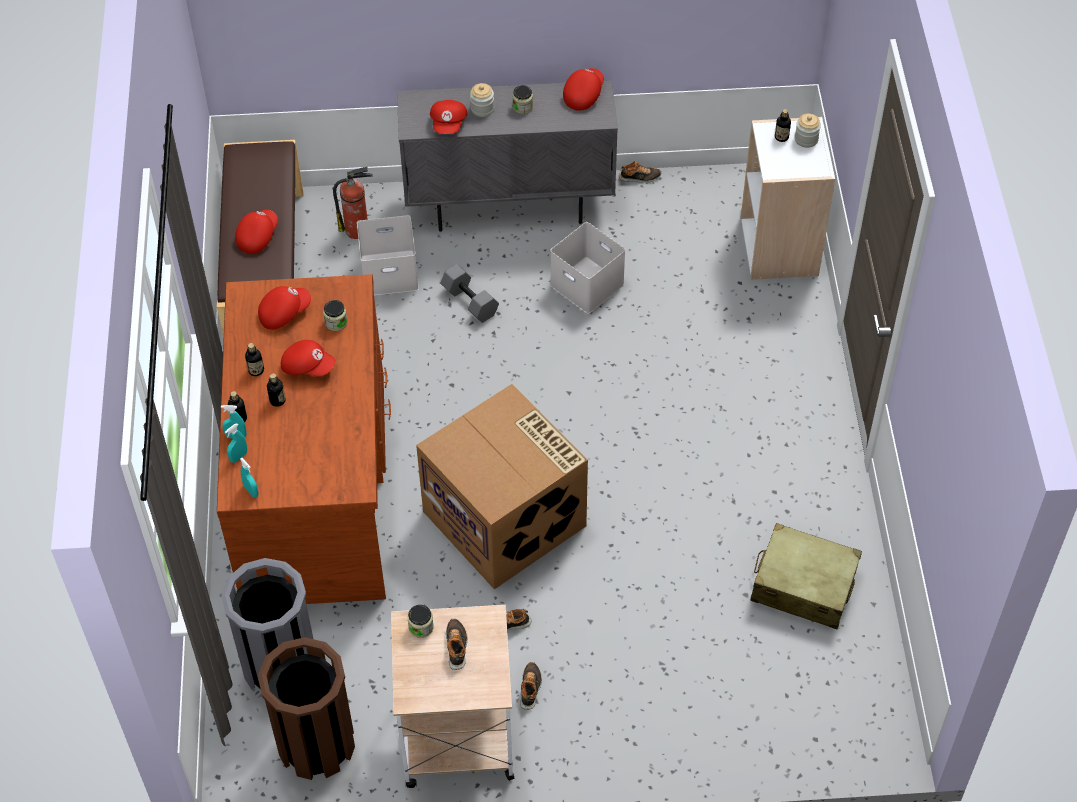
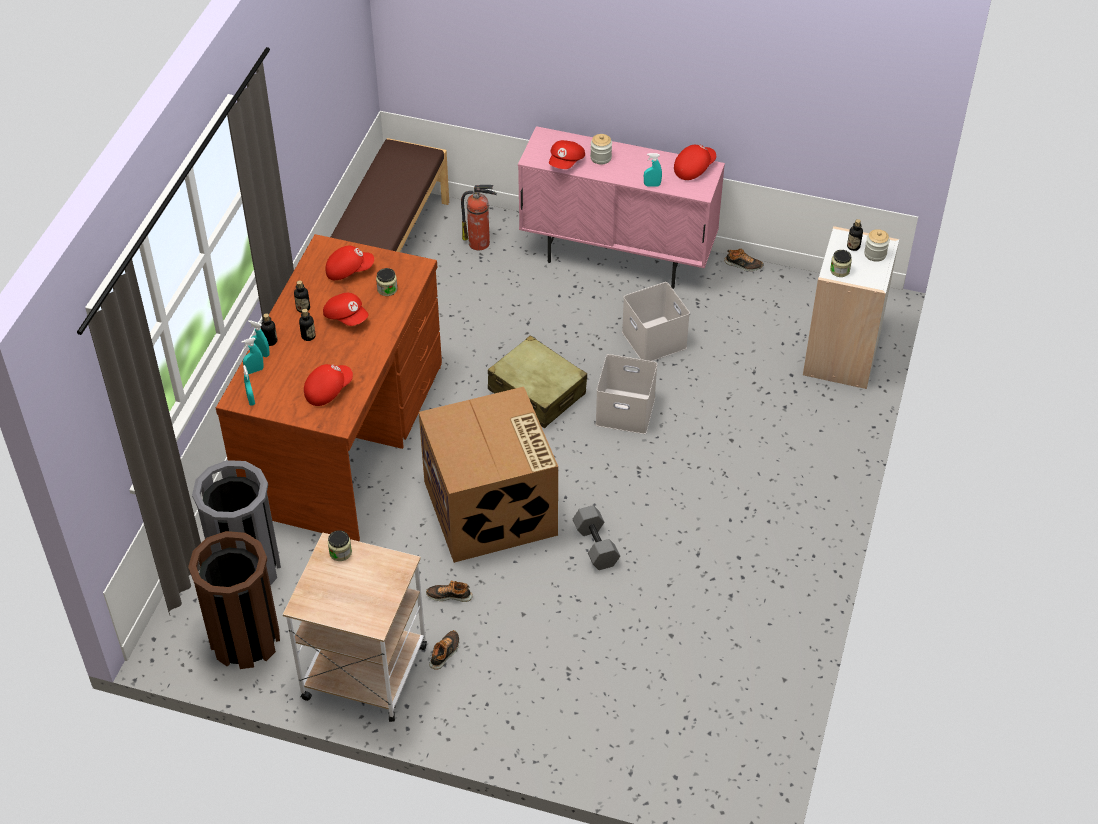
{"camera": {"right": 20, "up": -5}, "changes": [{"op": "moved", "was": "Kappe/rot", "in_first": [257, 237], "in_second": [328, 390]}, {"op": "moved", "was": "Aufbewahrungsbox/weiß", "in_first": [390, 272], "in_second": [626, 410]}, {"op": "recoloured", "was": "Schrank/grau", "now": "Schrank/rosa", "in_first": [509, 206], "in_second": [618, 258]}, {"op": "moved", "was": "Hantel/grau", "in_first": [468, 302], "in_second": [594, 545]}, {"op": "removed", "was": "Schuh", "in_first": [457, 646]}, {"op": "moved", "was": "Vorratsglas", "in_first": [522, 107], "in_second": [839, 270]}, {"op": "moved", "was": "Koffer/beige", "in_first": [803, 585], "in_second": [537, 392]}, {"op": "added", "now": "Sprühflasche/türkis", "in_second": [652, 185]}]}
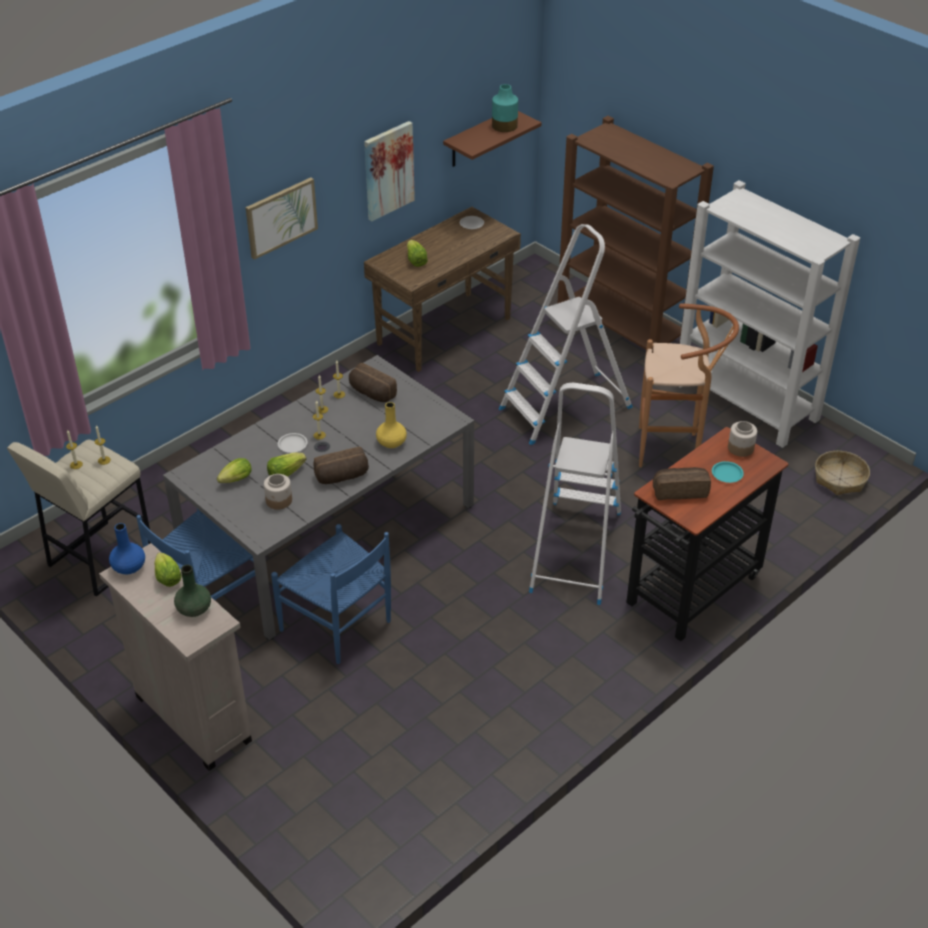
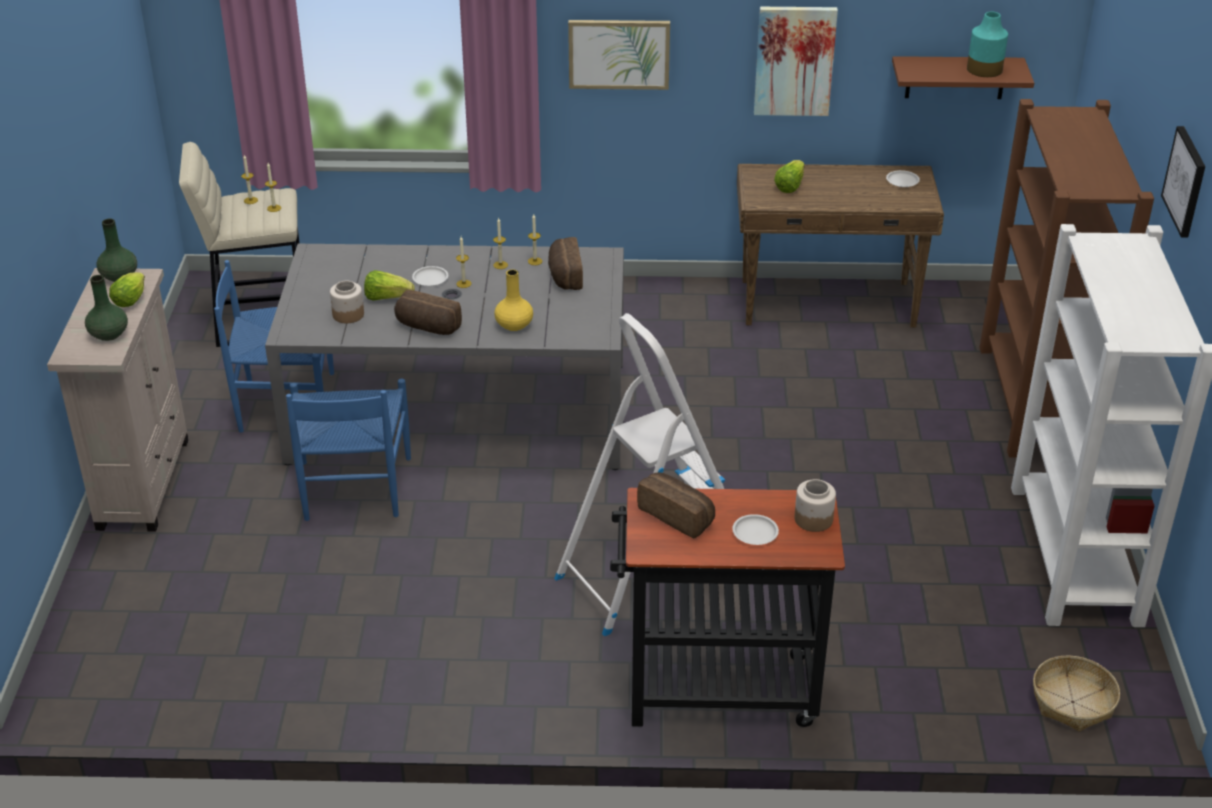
{"camera": {"right": 45, "up": -5}, "changes": [{"op": "recoloured", "was": "Vase/blau", "now": "Vase/grün", "in_first": [129, 567], "in_second": [119, 276]}, {"op": "removed", "was": "Salatkopf", "in_first": [234, 480]}, {"op": "removed", "was": "Trittleiter/weiß", "in_first": [564, 408]}, {"op": "removed", "was": "Hocker/braun", "in_first": [675, 449]}, {"op": "recoloured", "was": "Teller/türkis", "now": "Teller/weiß", "in_first": [727, 474], "in_second": [755, 533]}, {"op": "added", "now": "Bild", "in_second": [1186, 181]}]}
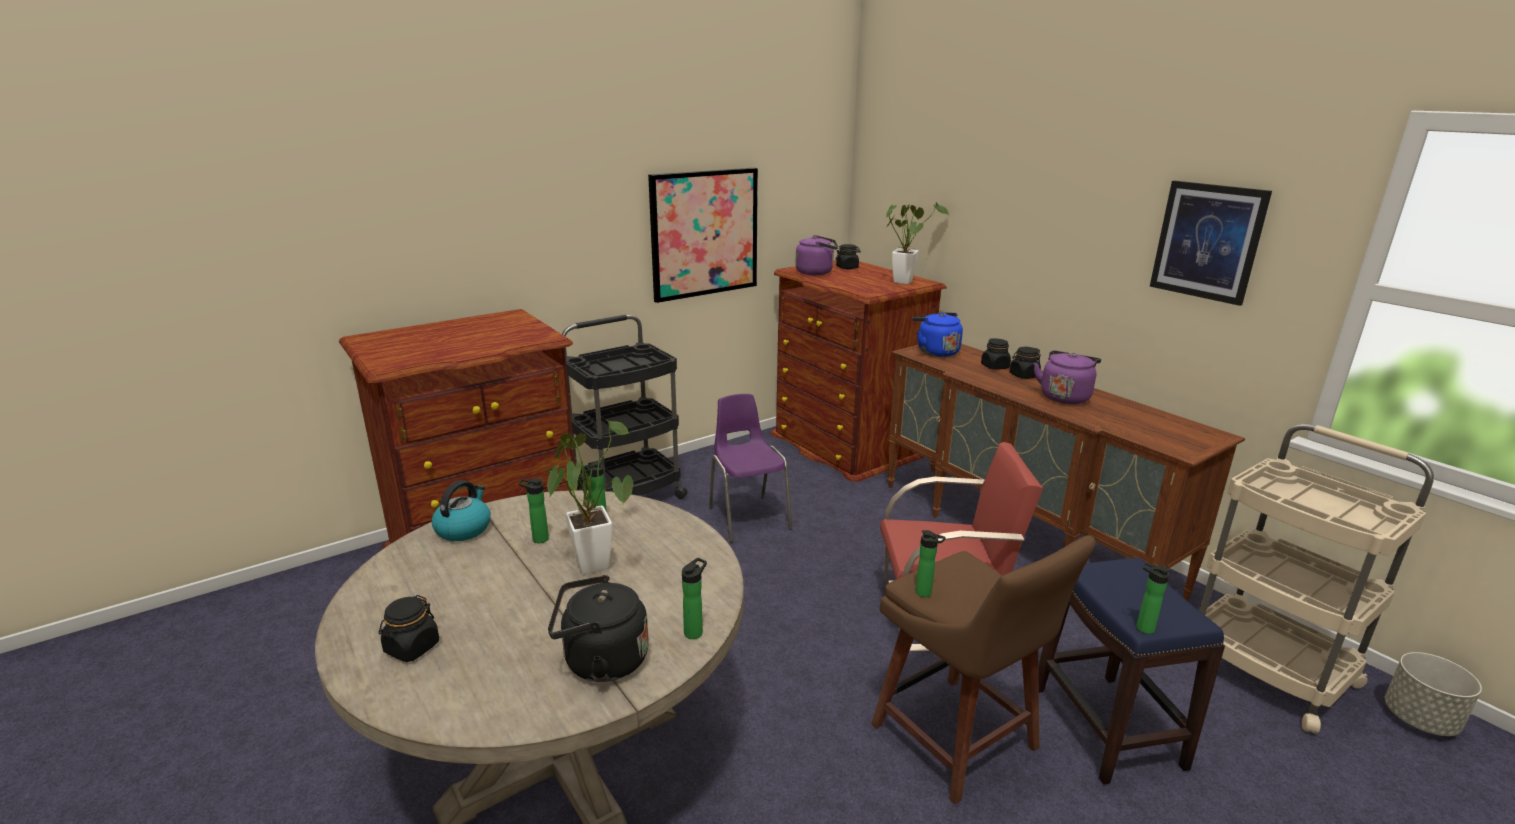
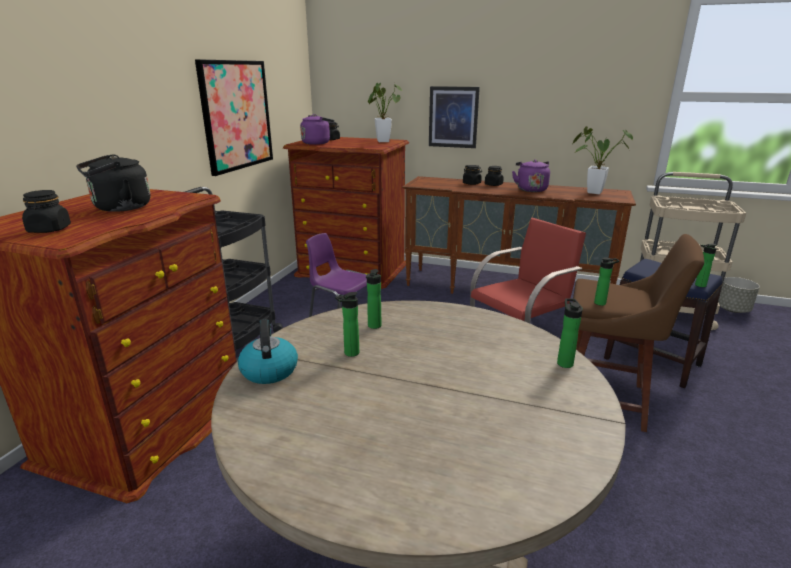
{"camera": {"right": -35, "up": 0}, "changes": [{"op": "moved", "was": "Vorratsglas/schwarz", "in_first": [412, 648], "in_second": [49, 229]}, {"op": "moved", "was": "Topfpflanze", "in_first": [591, 560], "in_second": [590, 192]}, {"op": "moved", "was": "Wasserkessel/schwarz", "in_first": [600, 661], "in_second": [119, 208]}, {"op": "removed", "was": "Wasserkessel/blau", "in_first": [935, 351]}, {"op": "moved", "was": "Bild", "in_first": [1207, 241], "in_second": [453, 117]}]}
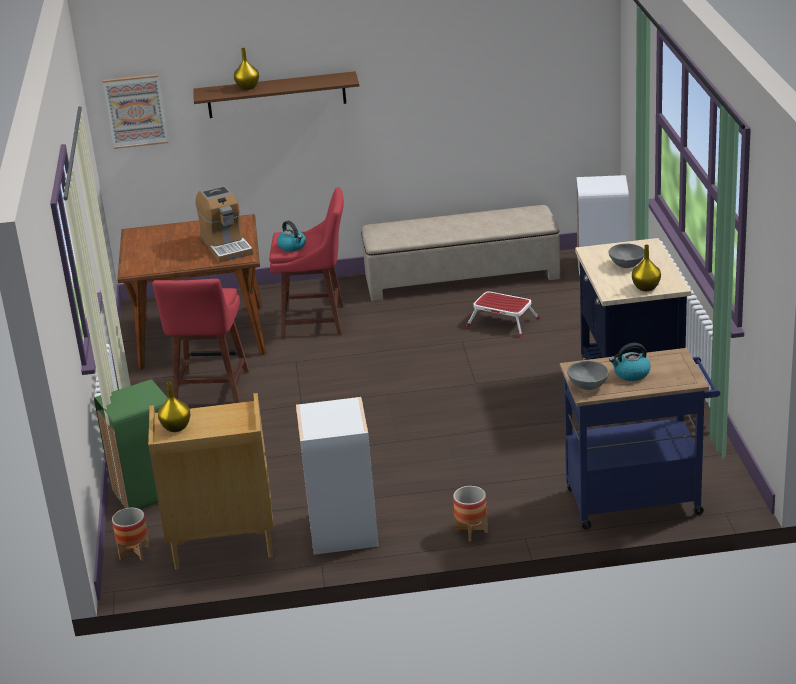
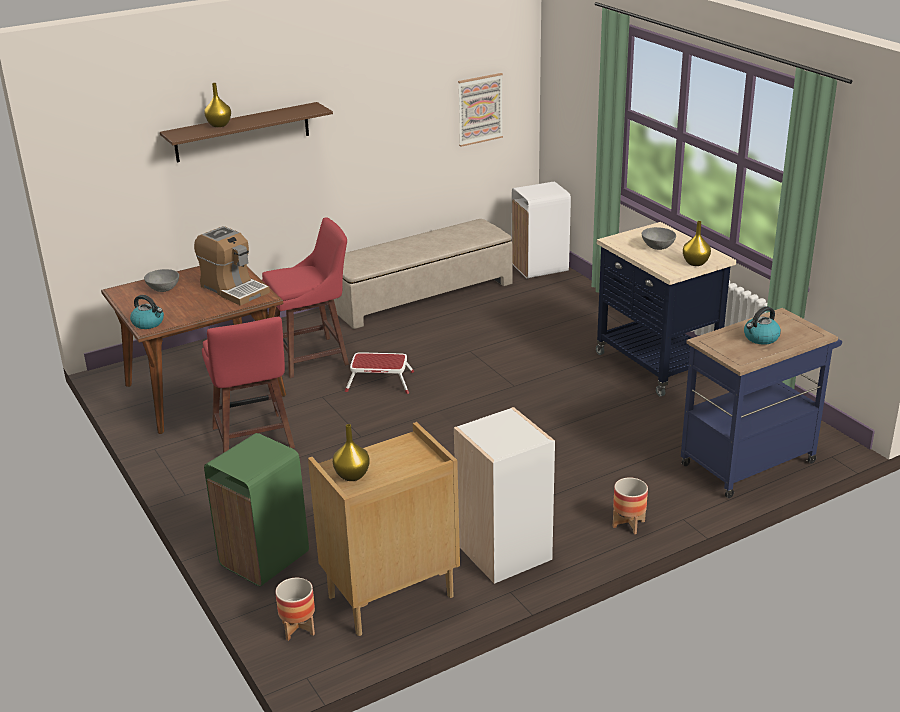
{"camera": {"right": -25, "up": 0}, "changes": [{"op": "moved", "was": "Bild", "in_first": [135, 111], "in_second": [480, 109]}, {"op": "moved", "was": "Wasserkessel", "in_first": [292, 246], "in_second": [149, 323]}, {"op": "moved", "was": "Trittleiter/rot", "in_first": [502, 322], "in_second": [380, 381]}, {"op": "moved", "was": "Schüssel/grau", "in_first": [588, 385], "in_second": [163, 289]}]}
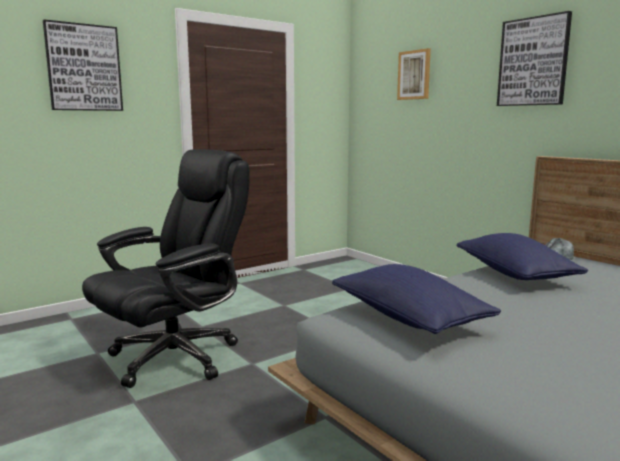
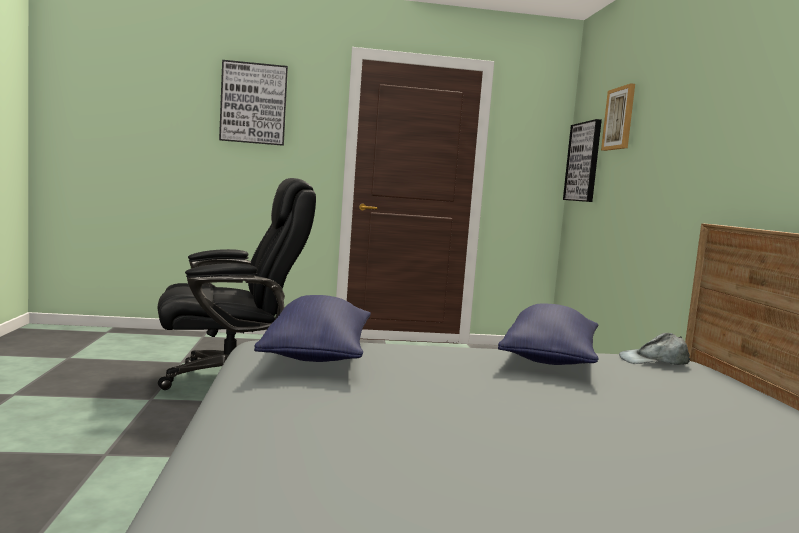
{"camera": {"right": 30, "up": -5}, "changes": [{"op": "moved", "was": "Bild", "in_first": [533, 62], "in_second": [583, 162]}]}
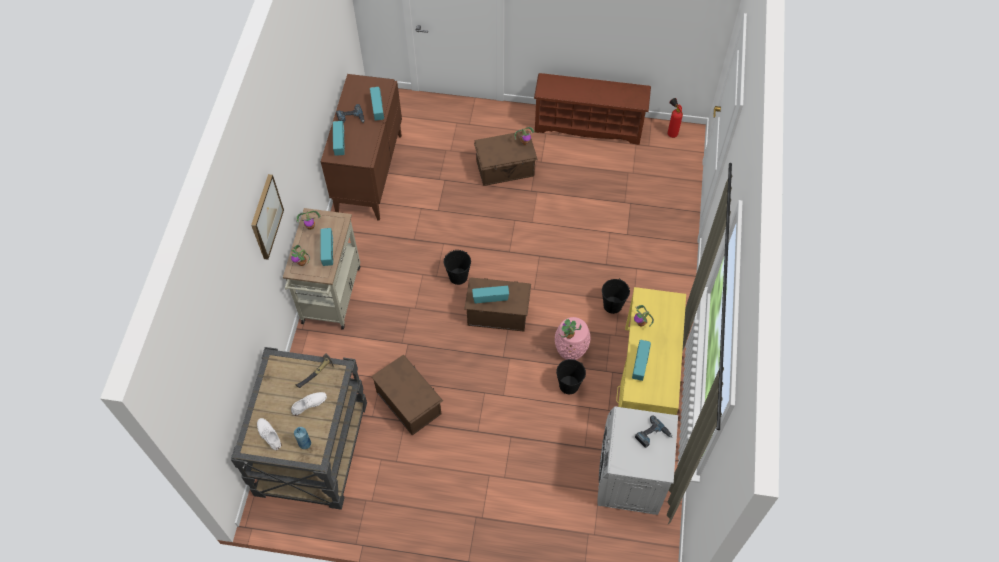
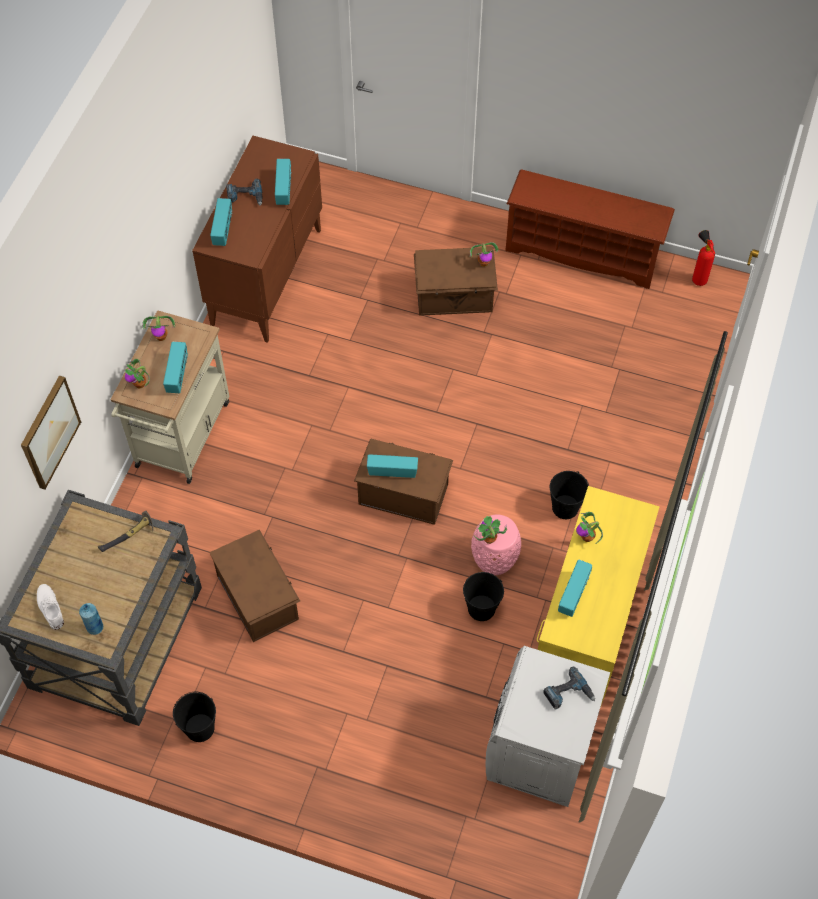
{"camera": {"right": 10, "up": 0}, "changes": [{"op": "moved", "was": "Bild", "in_first": [266, 217], "in_second": [49, 432]}, {"op": "removed", "was": "Schuh/weiß", "in_first": [309, 404]}, {"op": "moved", "was": "Eimer/schwarz", "in_first": [458, 276], "in_second": [200, 728]}]}
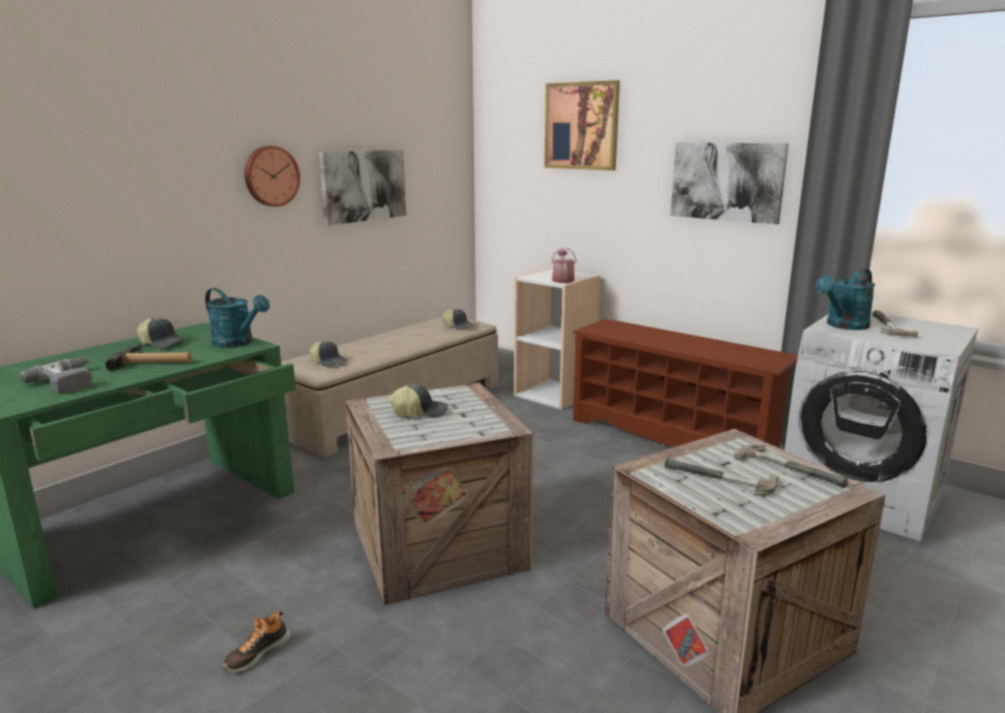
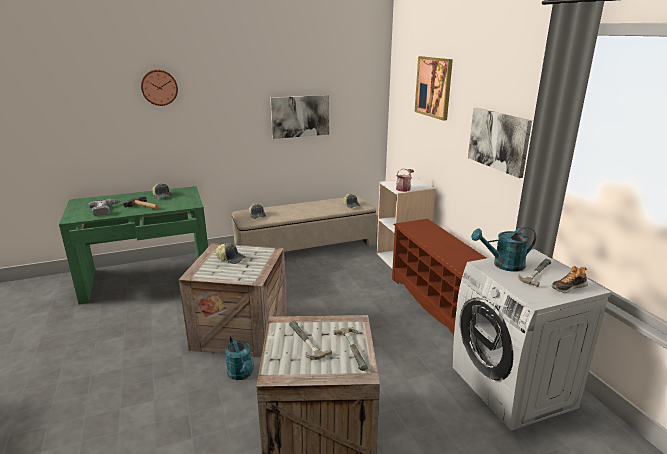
{"camera": {"right": 30, "up": 5}, "changes": [{"op": "moved", "was": "Gießkanne/türkis", "in_first": [238, 343], "in_second": [241, 374]}, {"op": "moved", "was": "Schuh", "in_first": [257, 653], "in_second": [568, 287]}, {"op": "moved", "was": "Wanduhr", "in_first": [271, 176], "in_second": [159, 87]}]}
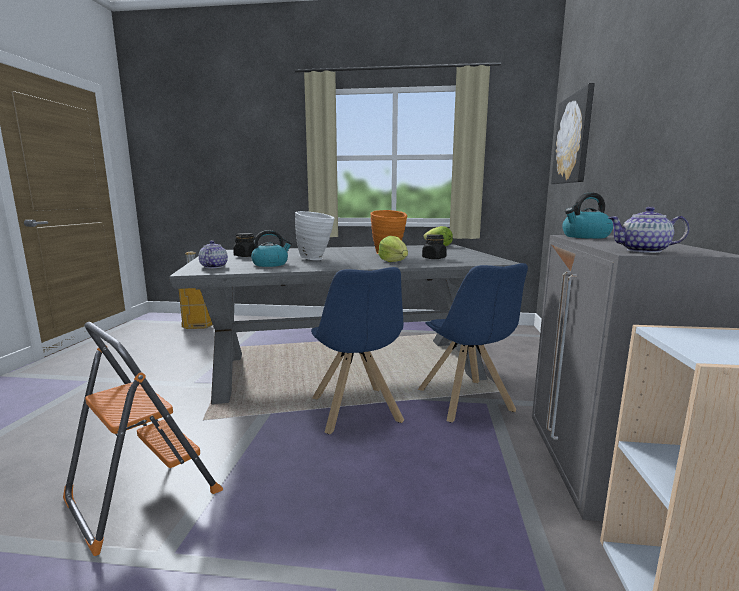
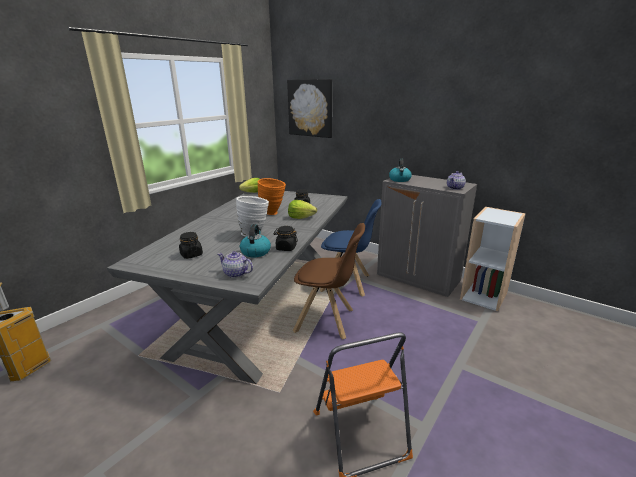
{"camera": {"right": -60, "up": 10}, "changes": [{"op": "recoloured", "was": "Stuhl/blau", "now": "Stuhl/braun", "in_first": [357, 411], "in_second": [327, 321]}, {"op": "added", "now": "Vorratsglas/schwarz", "in_second": [286, 248]}]}
